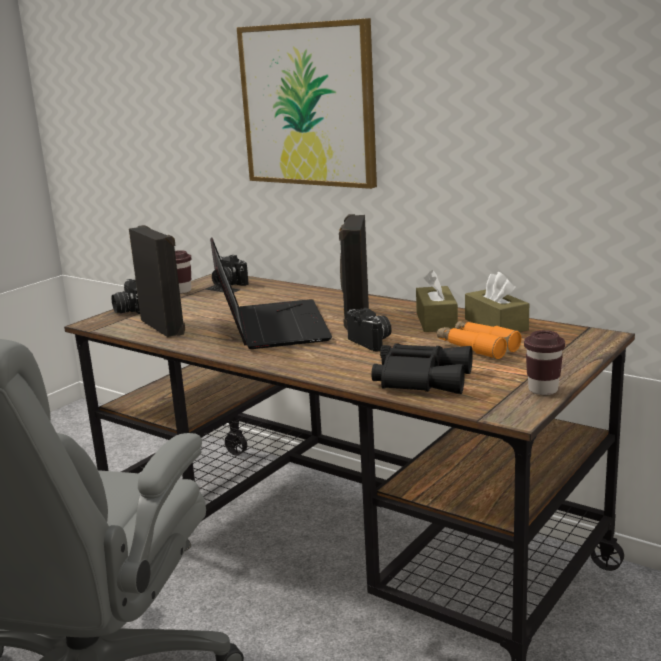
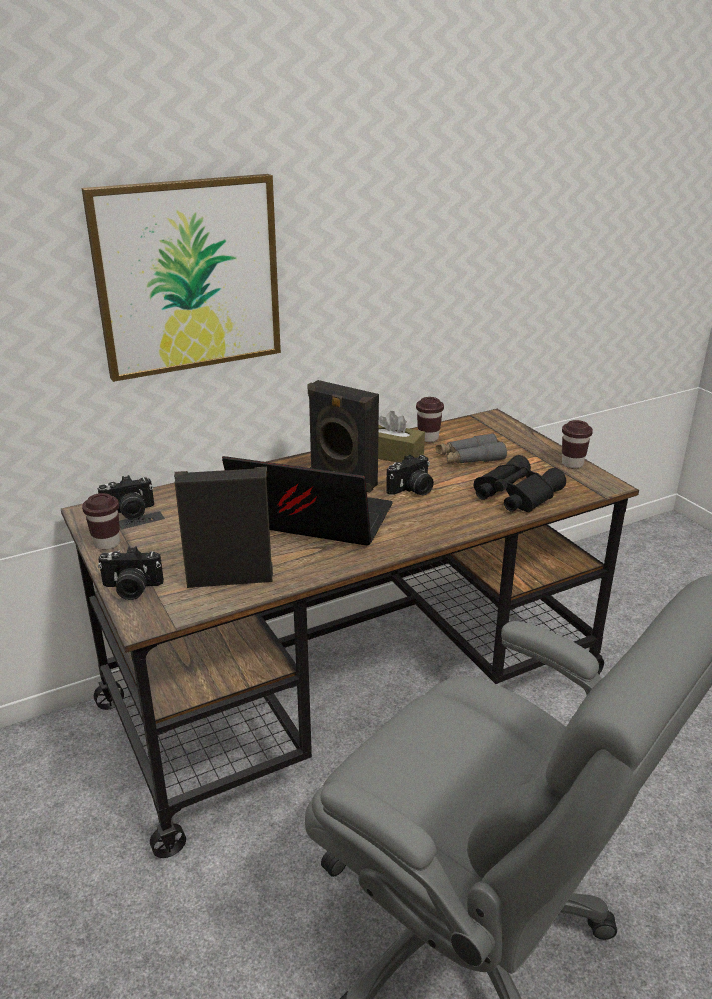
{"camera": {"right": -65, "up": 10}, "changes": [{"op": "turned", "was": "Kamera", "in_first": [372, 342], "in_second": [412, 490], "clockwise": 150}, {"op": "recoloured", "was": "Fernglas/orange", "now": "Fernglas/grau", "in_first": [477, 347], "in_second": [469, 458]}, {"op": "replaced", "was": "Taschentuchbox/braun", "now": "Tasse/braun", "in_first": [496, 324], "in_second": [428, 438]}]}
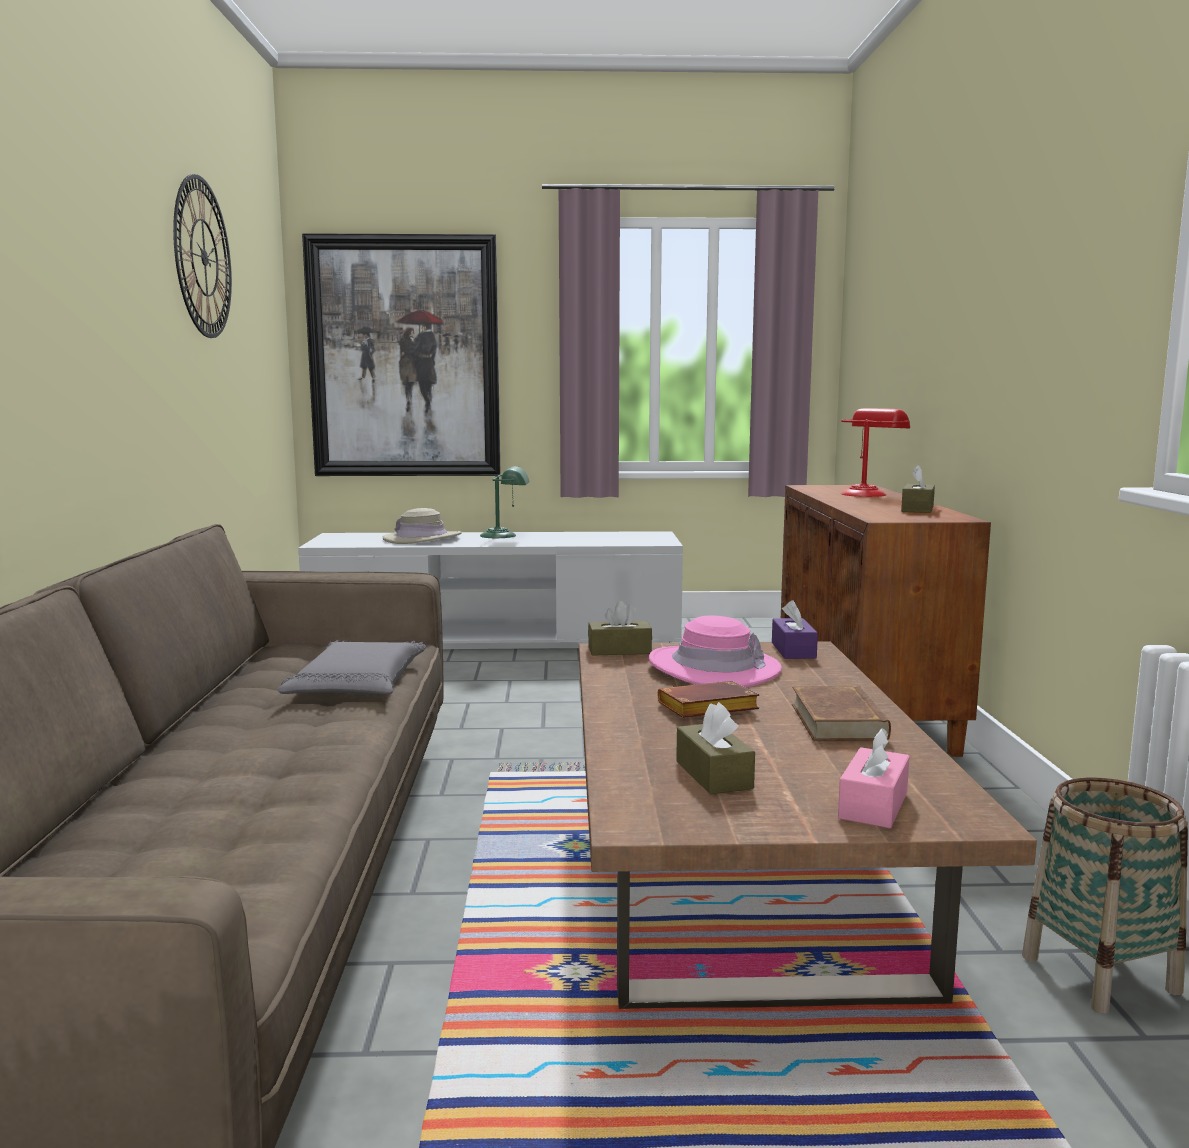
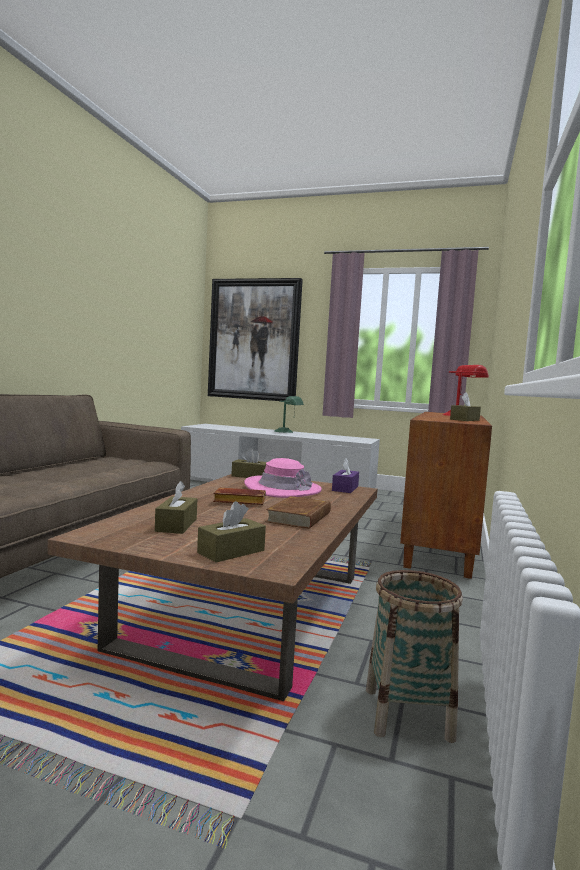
{"camera": {"right": 20, "up": -5}, "changes": [{"op": "removed", "was": "Wanduhr", "in_first": [203, 258]}, {"op": "removed", "was": "Kissen/grau", "in_first": [358, 680]}, {"op": "removed", "was": "Hut/beige", "in_first": [422, 539]}, {"op": "recoloured", "was": "Taschentuchbox/rosa", "now": "Taschentuchbox/braun", "in_first": [873, 805], "in_second": [231, 552]}]}
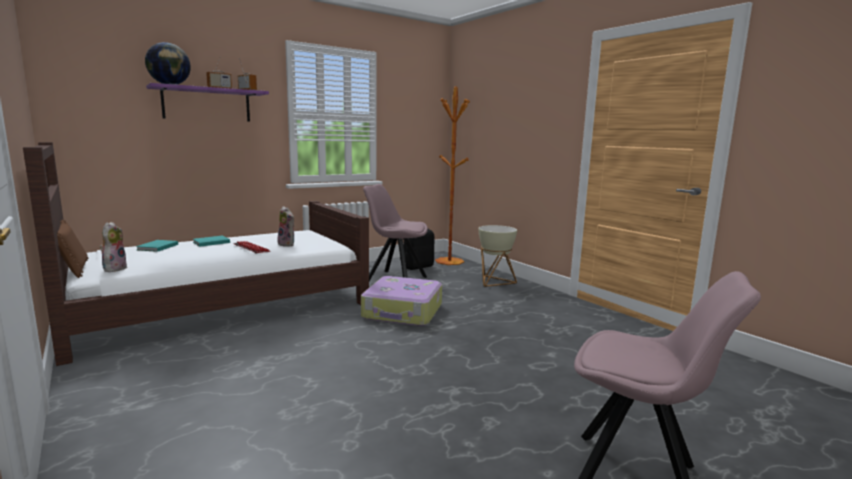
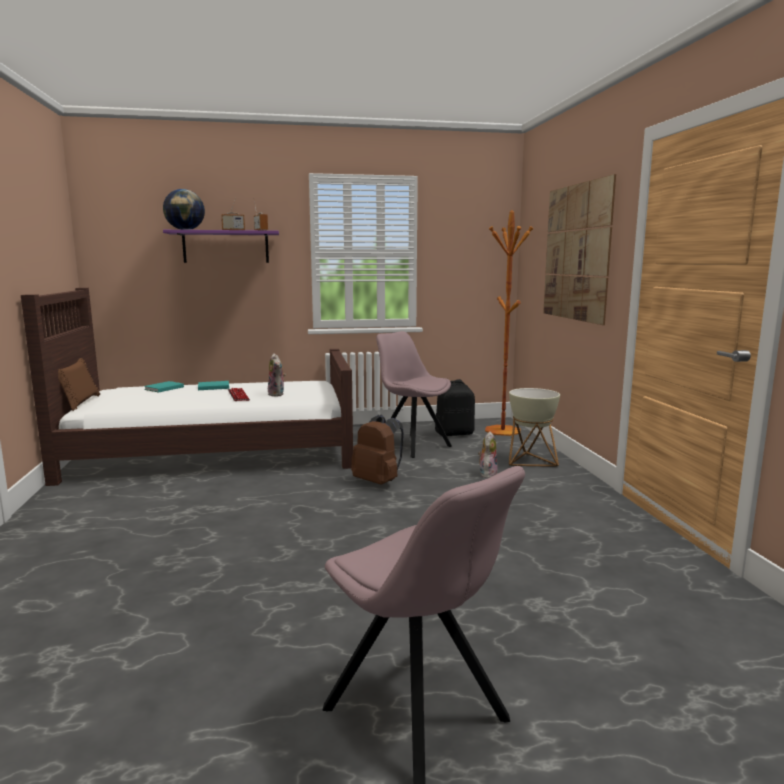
{"camera": {"right": 25, "up": 0}, "changes": [{"op": "moved", "was": "Plüschtier", "in_first": [114, 268], "in_second": [487, 474]}, {"op": "replaced", "was": "Koffer", "now": "Rucksack/braun", "in_first": [403, 312], "in_second": [378, 482]}, {"op": "added", "now": "Bild", "in_second": [576, 252]}]}
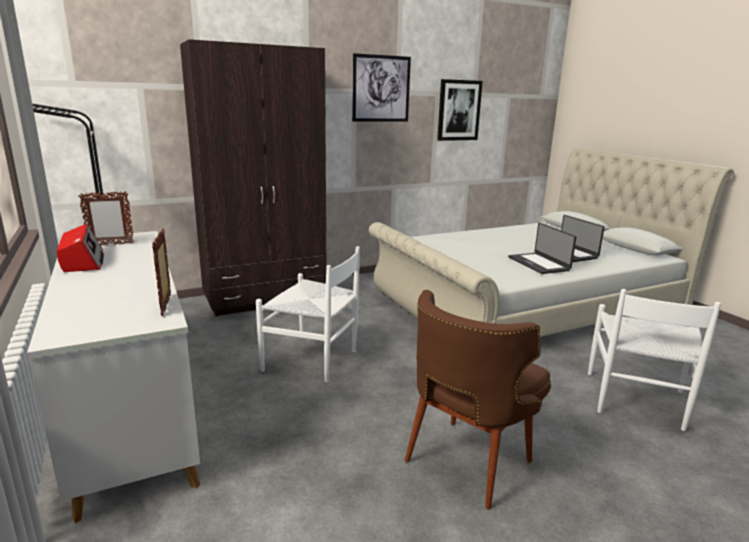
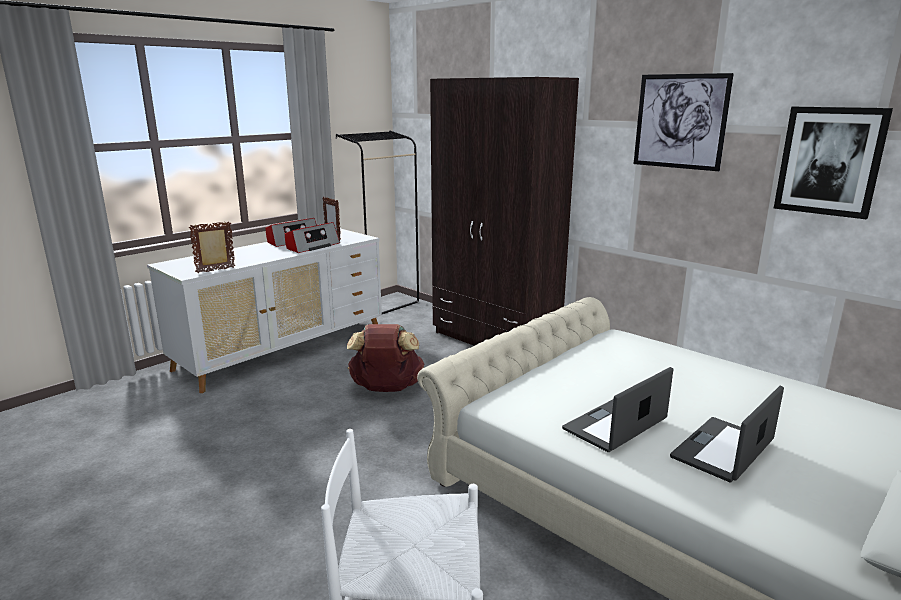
{"camera": {"right": 70, "up": 0}, "changes": [{"op": "replaced", "was": "Stuhl/weiß", "now": "Rucksack/braun", "in_first": [312, 359], "in_second": [386, 389]}, {"op": "removed", "was": "Stuhl/braun", "in_first": [469, 461]}, {"op": "added", "now": "Radio", "in_second": [312, 246]}]}
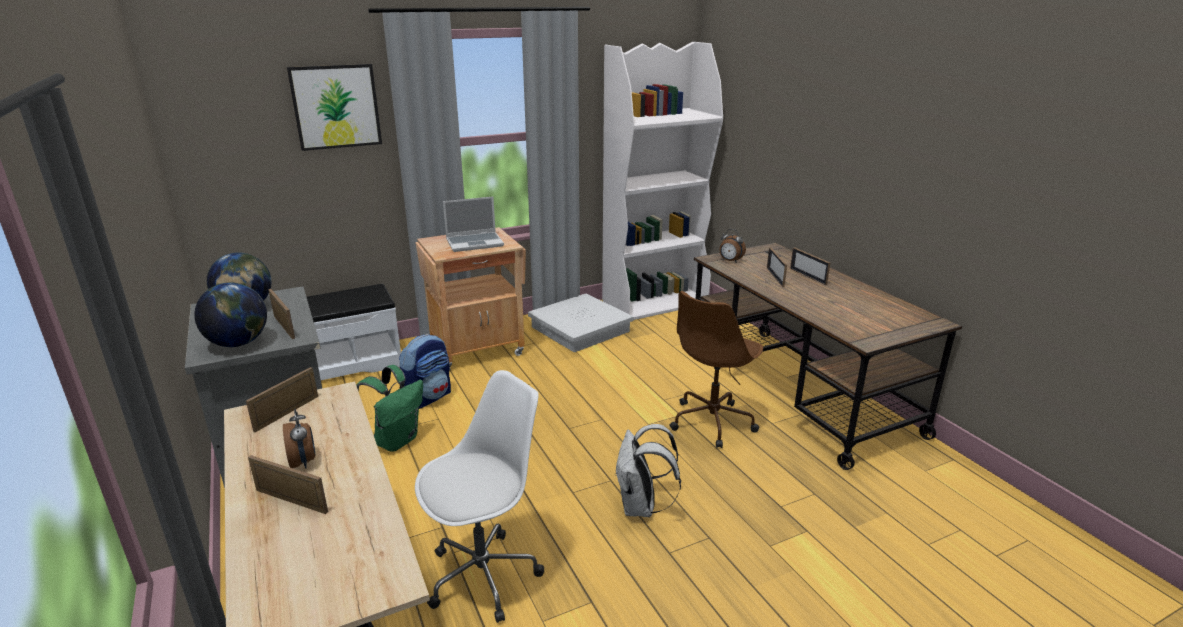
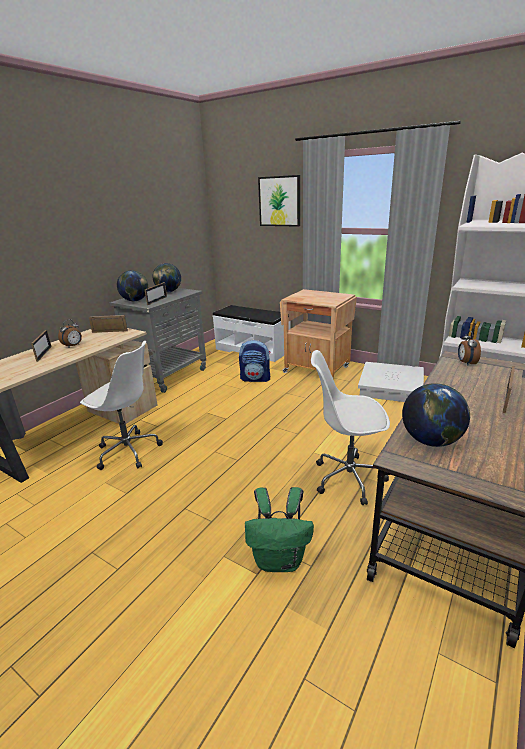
{"camera": {"right": 60, "up": 0}, "changes": [{"op": "moved", "was": "Rucksack/grün", "in_first": [396, 440], "in_second": [280, 560]}, {"op": "removed", "was": "Laptop", "in_first": [475, 243]}, {"op": "removed", "was": "Rucksack/weiß", "in_first": [641, 507]}, {"op": "recoloured", "was": "Bürostuhl/braun", "now": "Bürostuhl/weiß", "in_first": [710, 424], "in_second": [346, 479]}, {"op": "removed", "was": "Bilderrahmen", "in_first": [775, 277]}, {"op": "added", "now": "Globus", "in_second": [431, 441]}]}
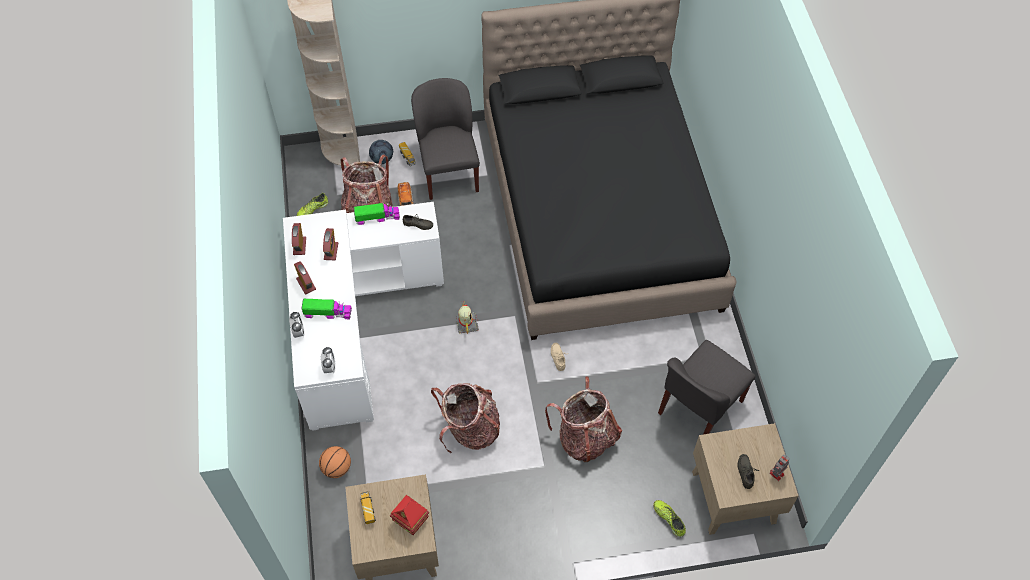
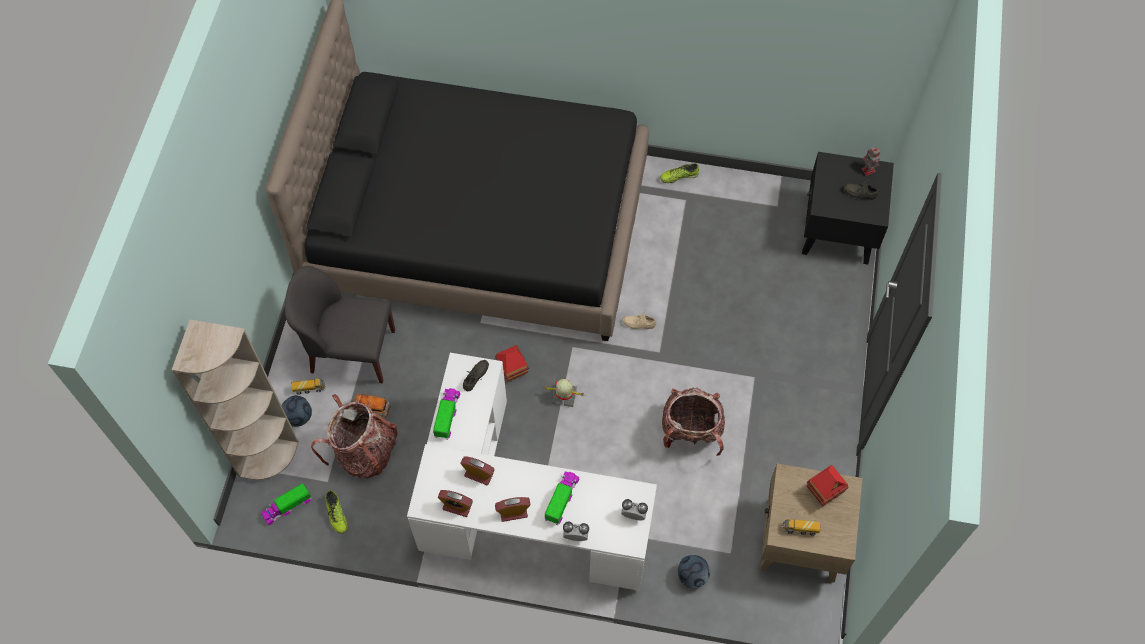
{"camera": {"right": -70, "up": 5}, "changes": [{"op": "replaced", "was": "Basketball", "now": "Fußball", "in_first": [337, 468], "in_second": [692, 576]}, {"op": "removed", "was": "Rucksack", "in_first": [585, 438]}, {"op": "moved", "was": "Schuh", "in_first": [669, 519], "in_second": [679, 176]}, {"op": "removed", "was": "Stuhl/grau", "in_first": [698, 408]}, {"op": "recoloured", "was": "Nachttisch/beige", "now": "Nachttisch/schwarz", "in_first": [732, 497], "in_second": [837, 232]}, {"op": "added", "now": "Spielzeuglaster", "in_second": [287, 507]}, {"op": "added", "now": "Spielzeughaus", "in_second": [512, 370]}]}
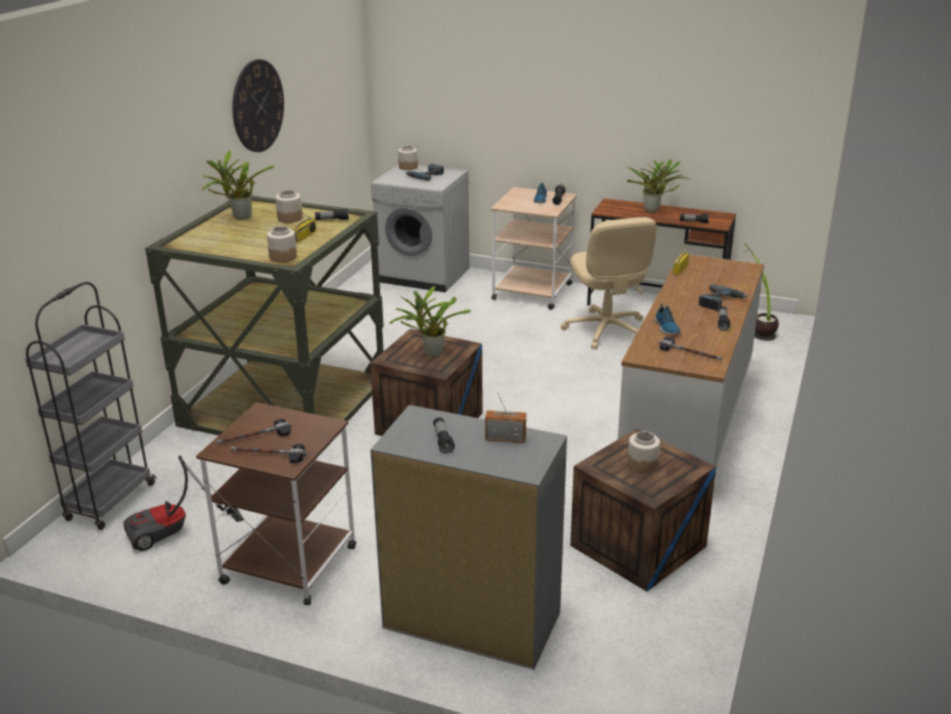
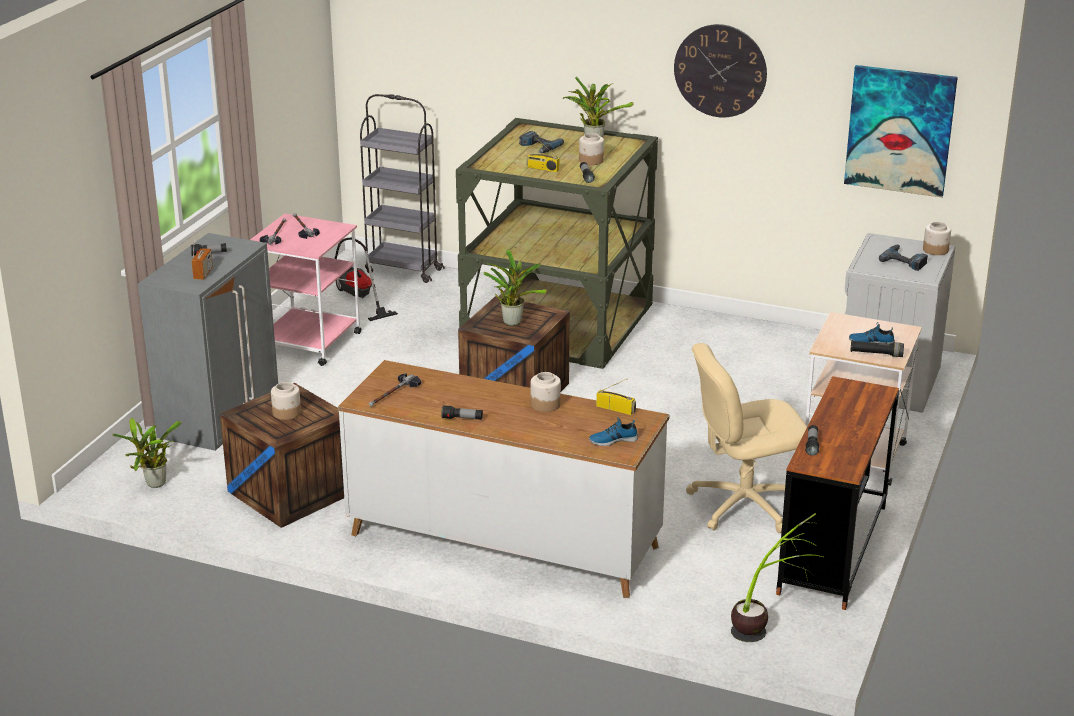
{"camera": {"right": 90, "up": 0}, "changes": [{"op": "recoloured", "was": "Rollwagen/braun", "now": "Rollwagen/rosa", "in_first": [287, 563], "in_second": [309, 341]}, {"op": "moved", "was": "Vorratsglas", "in_first": [282, 257], "in_second": [545, 404]}, {"op": "moved", "was": "Topfpflanze", "in_first": [653, 210], "in_second": [154, 485]}, {"op": "moved", "was": "Schuh", "in_first": [666, 328], "in_second": [613, 440]}, {"op": "moved", "was": "Bohrmaschine", "in_first": [721, 302], "in_second": [538, 147]}, {"op": "added", "now": "Bild", "in_second": [899, 130]}]}
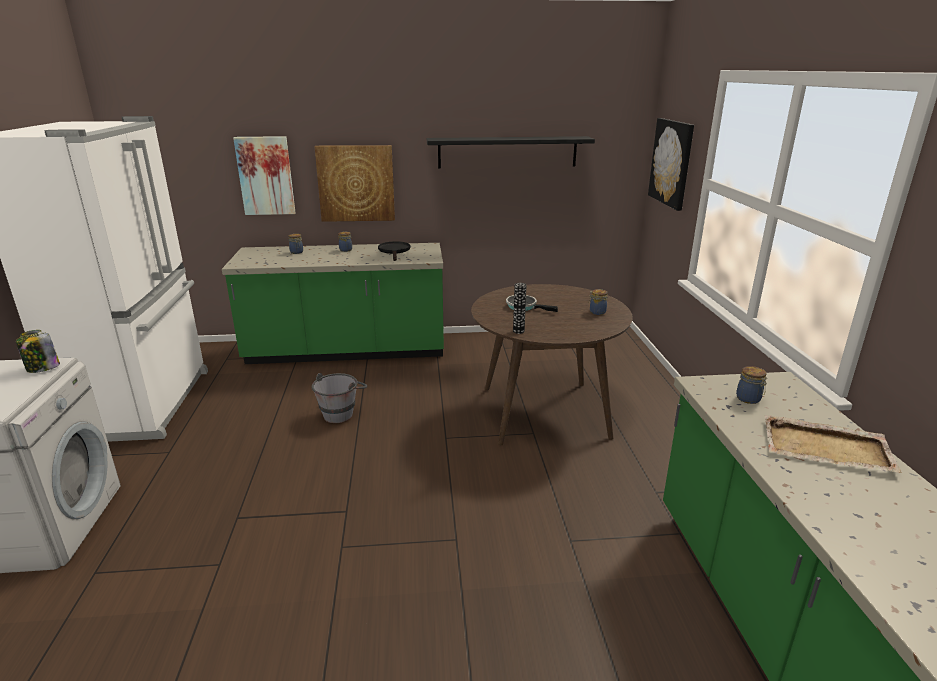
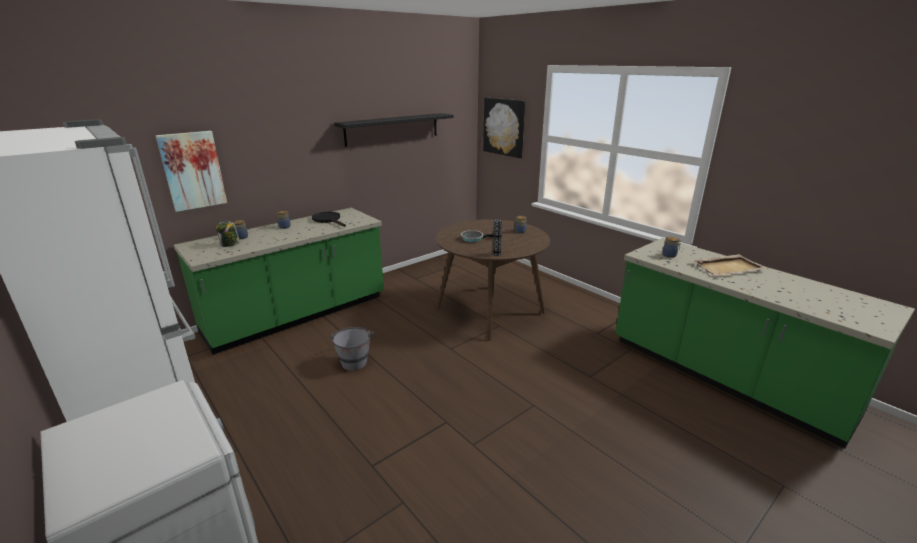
{"camera": {"right": -35, "up": 0}, "changes": [{"op": "moved", "was": "Vorratsglas", "in_first": [42, 368], "in_second": [230, 244]}, {"op": "removed", "was": "Bild", "in_first": [356, 183]}]}
